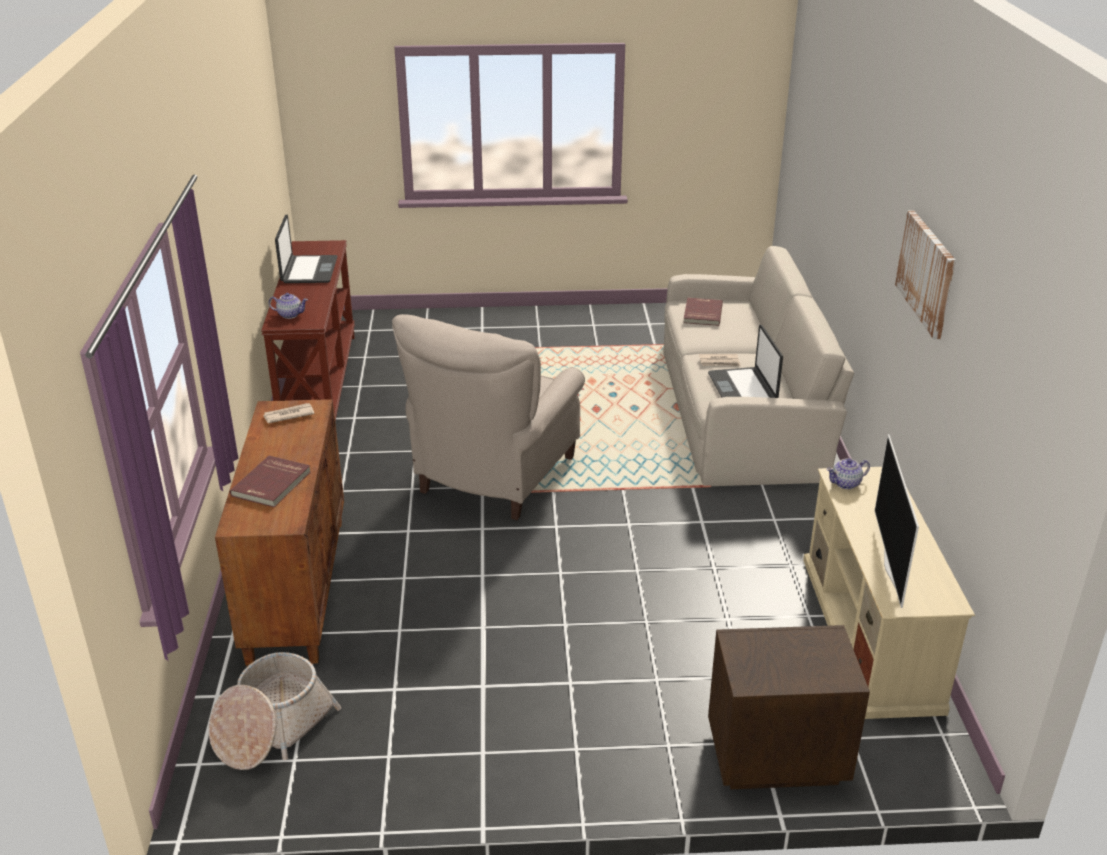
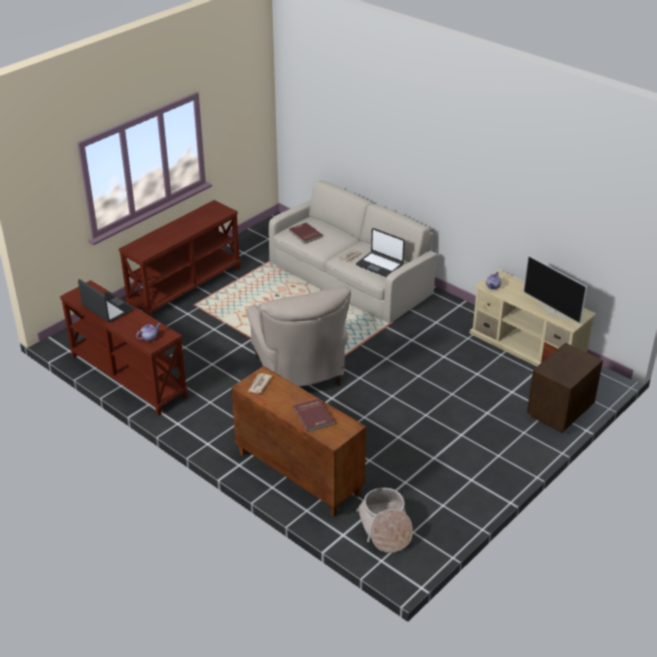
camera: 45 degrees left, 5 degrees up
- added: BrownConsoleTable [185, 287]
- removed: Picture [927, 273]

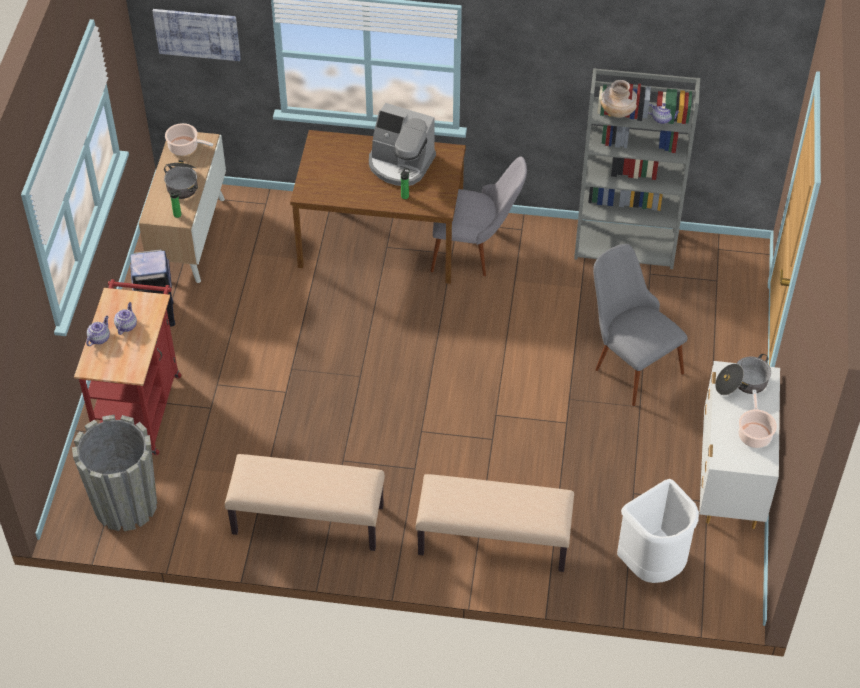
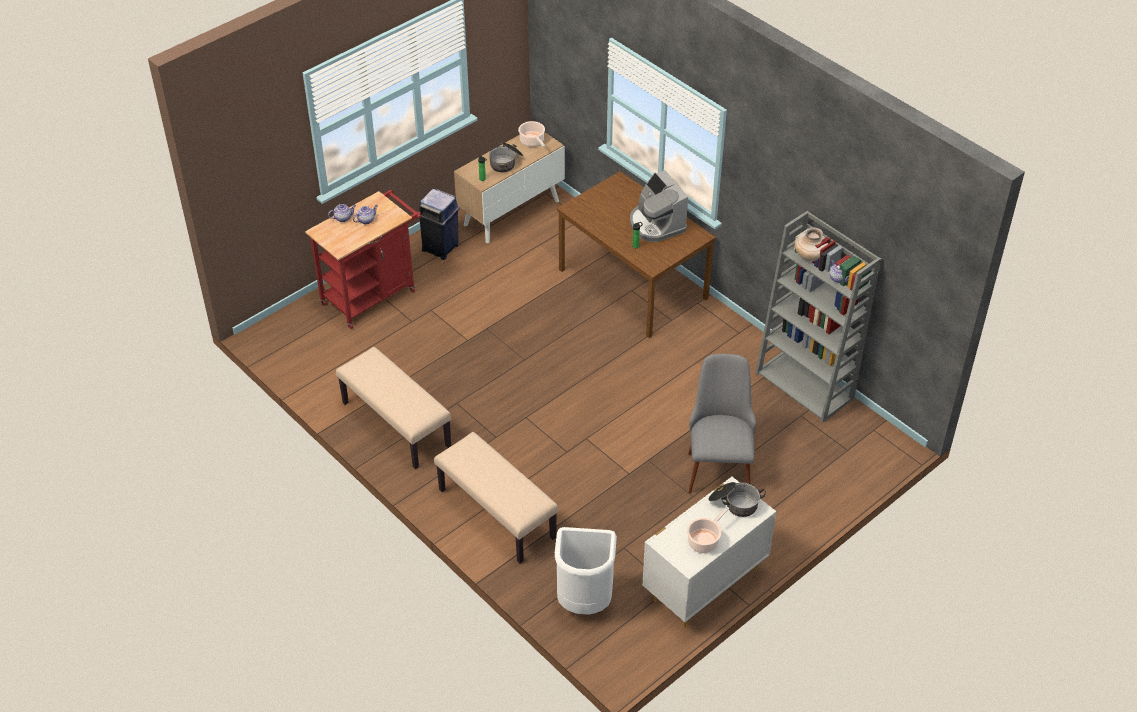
camera: 40 degrees right, 5 degrees down
- removed: GreyPlanter [125, 505]
- removed: Picture [197, 33]
- removed: GreyChair [475, 251]

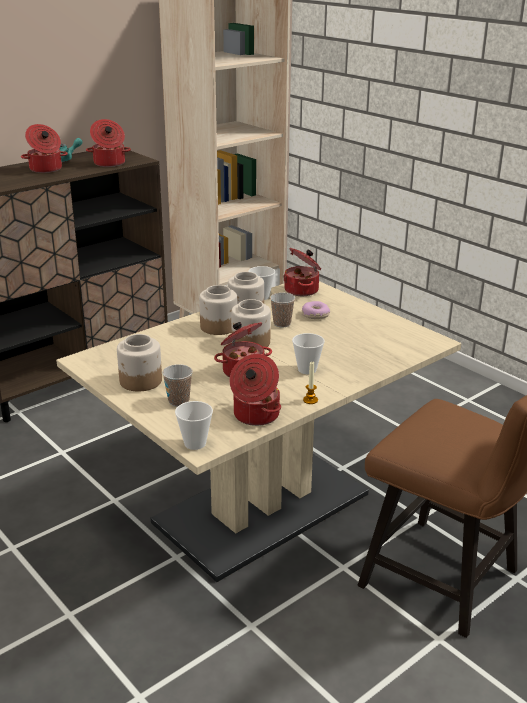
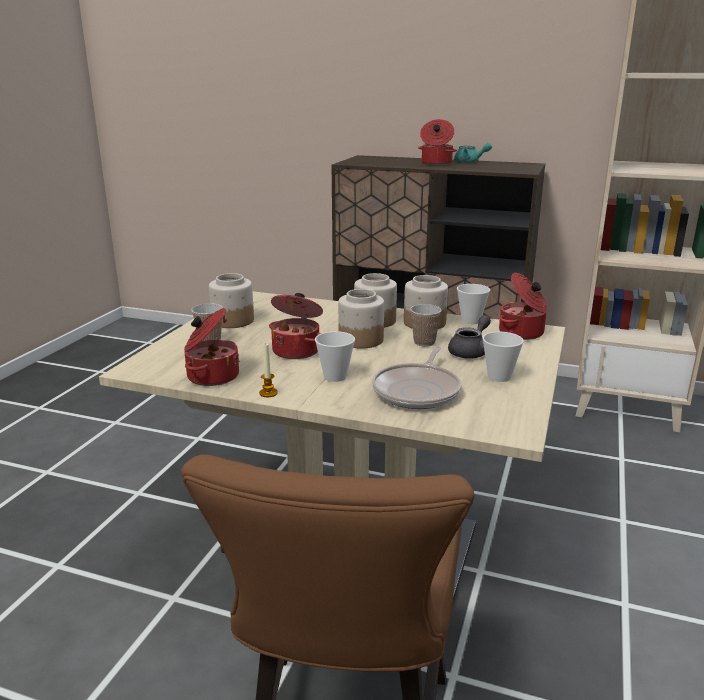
camera: 60 degrees right, 5 degrees down
- added: FryingPan [418, 391]
- replaced: Donut [315, 315] to GreyTeapot [471, 351]
- moved: Cup [195, 443] to [499, 377]
- removed: CookingPot [109, 163]

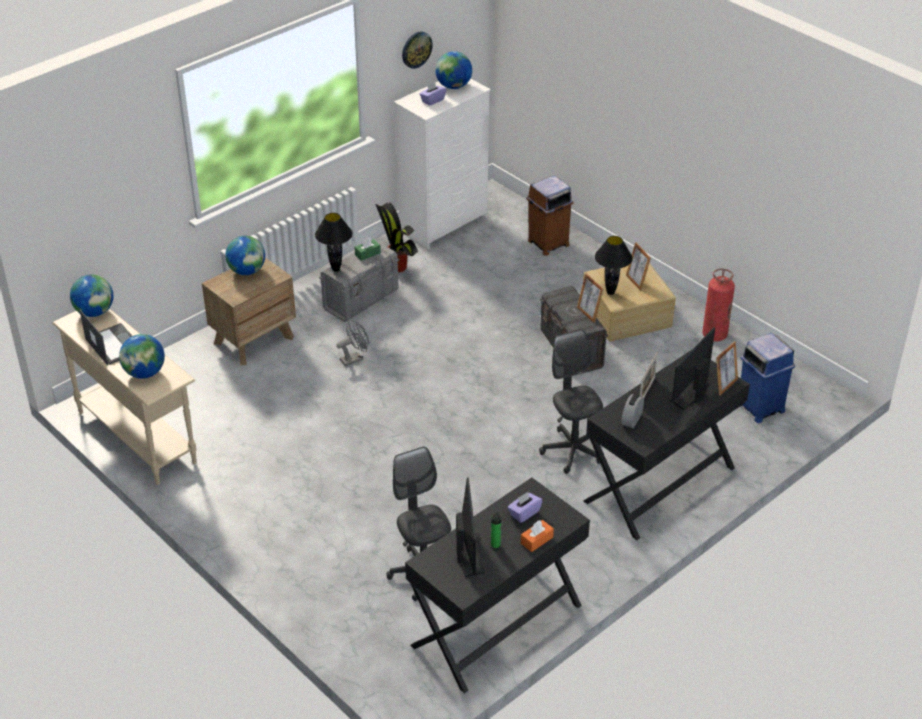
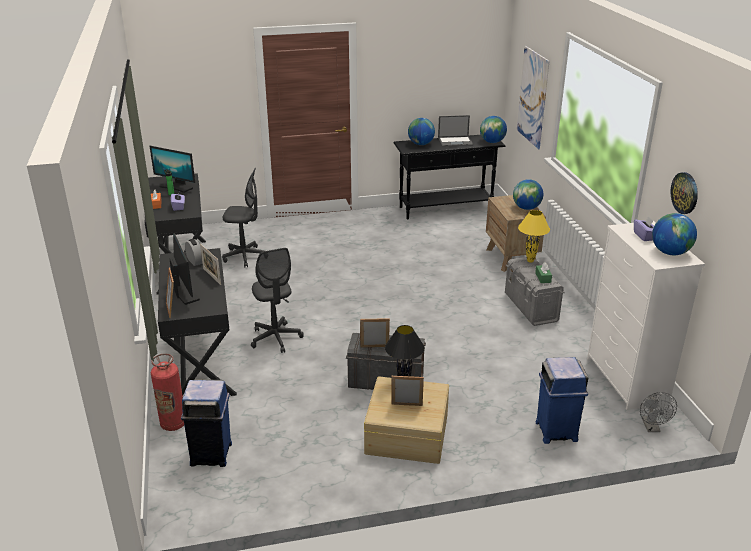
camera: 120 degrees right, 10 degrees down
- moved: FireExtinguisher [714, 335] to [173, 424]
- turned: GreyOfficeChair [572, 451] = [276, 338] 60 degrees clockwise
- recoloured: BeigeConsoleTable [137, 436] to BlackConsoleTable [446, 209]
- added: Picture [532, 97]
- recoloured: BlackTableLamp [335, 269] to YellowTableLamp [530, 261]
- recoloured: BrownTrashCan [547, 243] to BlueTrashCan [556, 430]
- moved: GreyFan [354, 358] to [652, 428]
- removed: PottedPlant [398, 268]

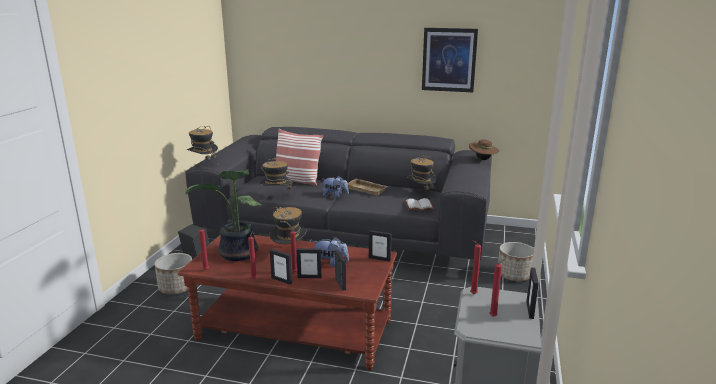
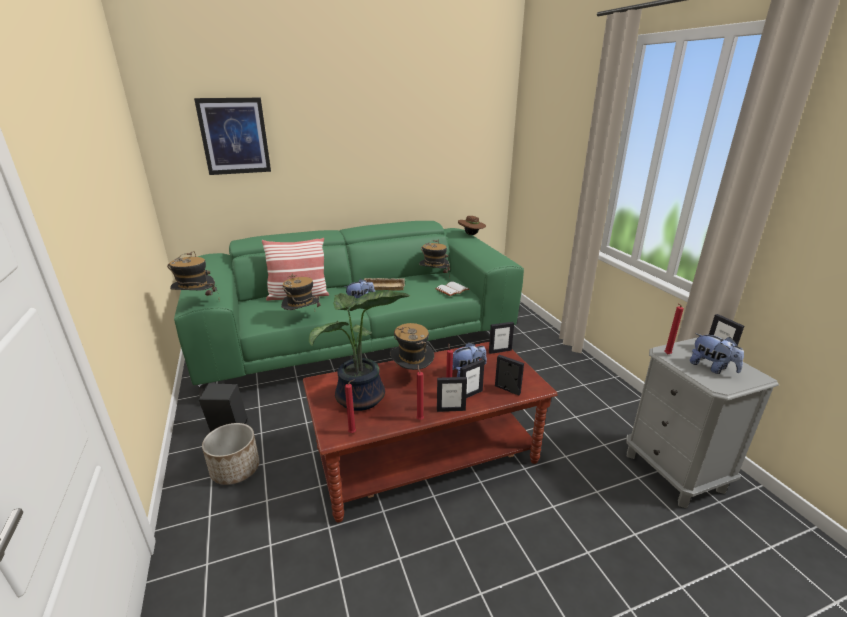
camera: 35 degrees left, 5 degrees up
- recoloured: GreySofa [345, 235] to GreenSofa [358, 340]
- moved: Picture [449, 60] to [234, 136]
- replaced: RedCandle [494, 316] to PlushToy [712, 368]
- removed: Planter [514, 275]

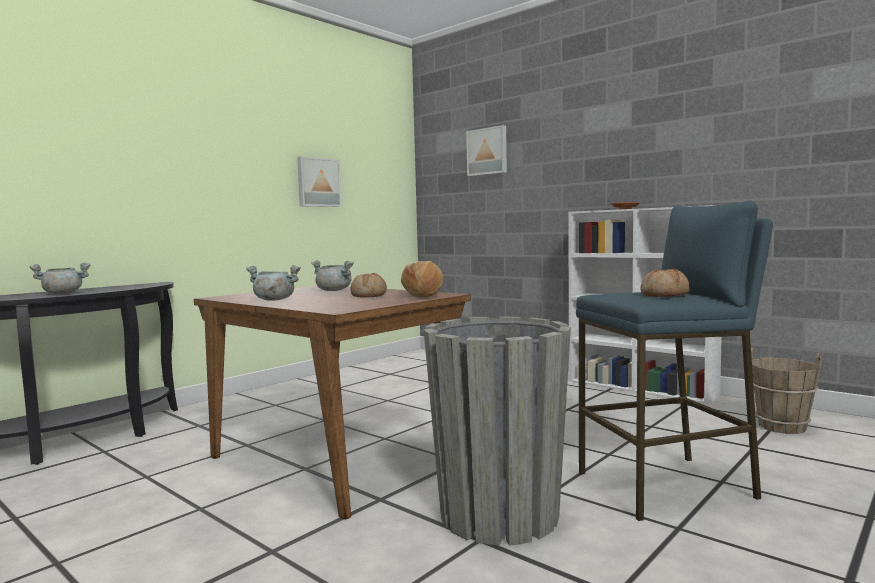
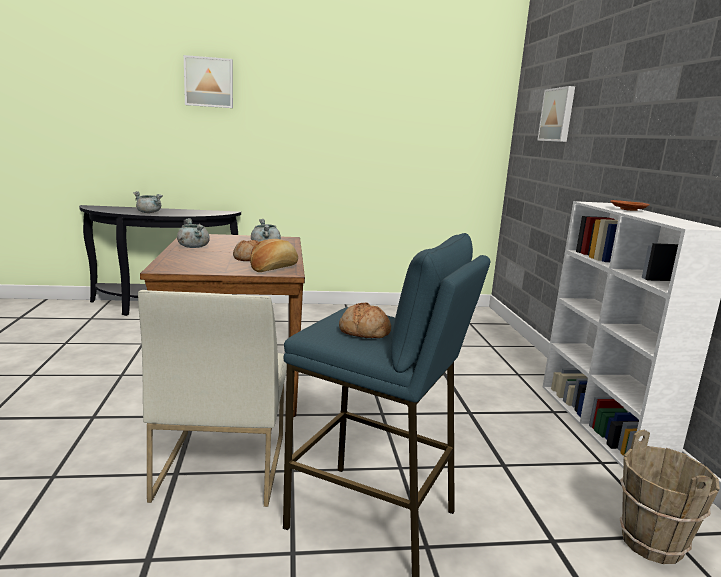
camera: 40 degrees right, 10 degrees up
- replaced: GreyPlanter [499, 515] to WhiteChair [221, 465]
- moved: Picture [318, 182] to [209, 82]

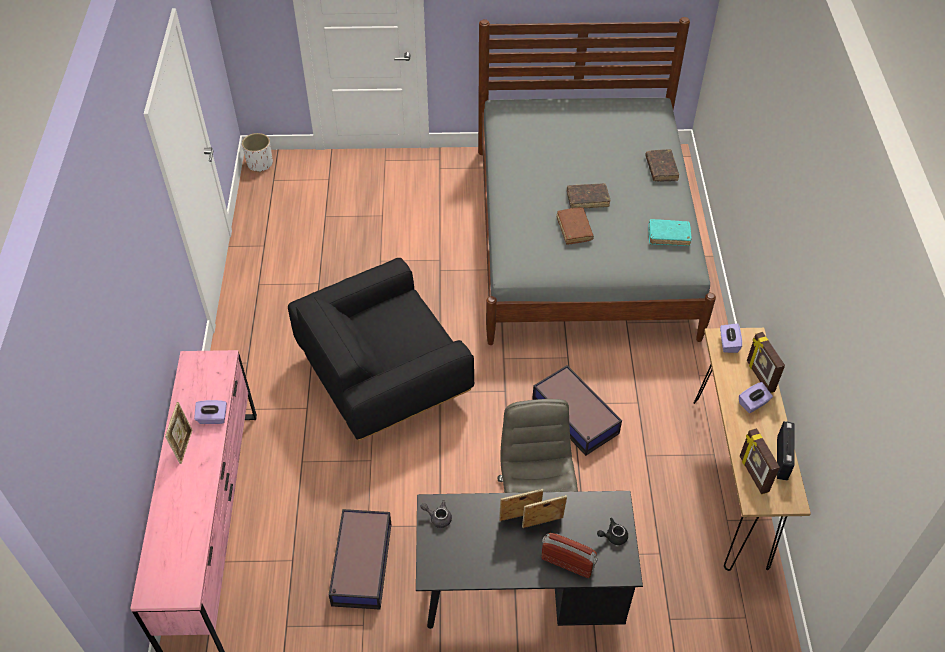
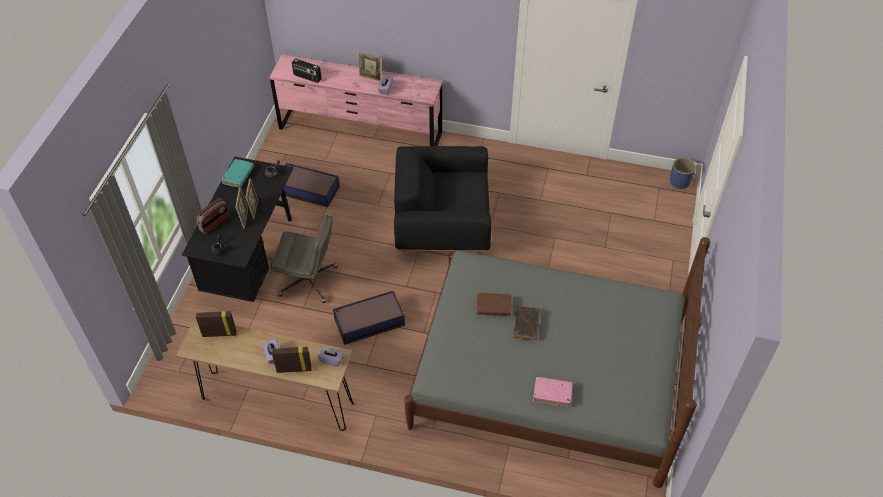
camera: 105 degrees right, 0 degrees up
- moved: TurquoiseBook [668, 236] to [238, 176]
- moved: Radio [782, 458] to [307, 77]
- turned: BlackArmchair [384, 377] = [442, 222] 75 degrees counterclockwise
- recoloured: BrownBook [661, 169] to PinkBook [552, 393]
- recoloured: WhitePlanter [260, 163] to BluePlanter [679, 182]

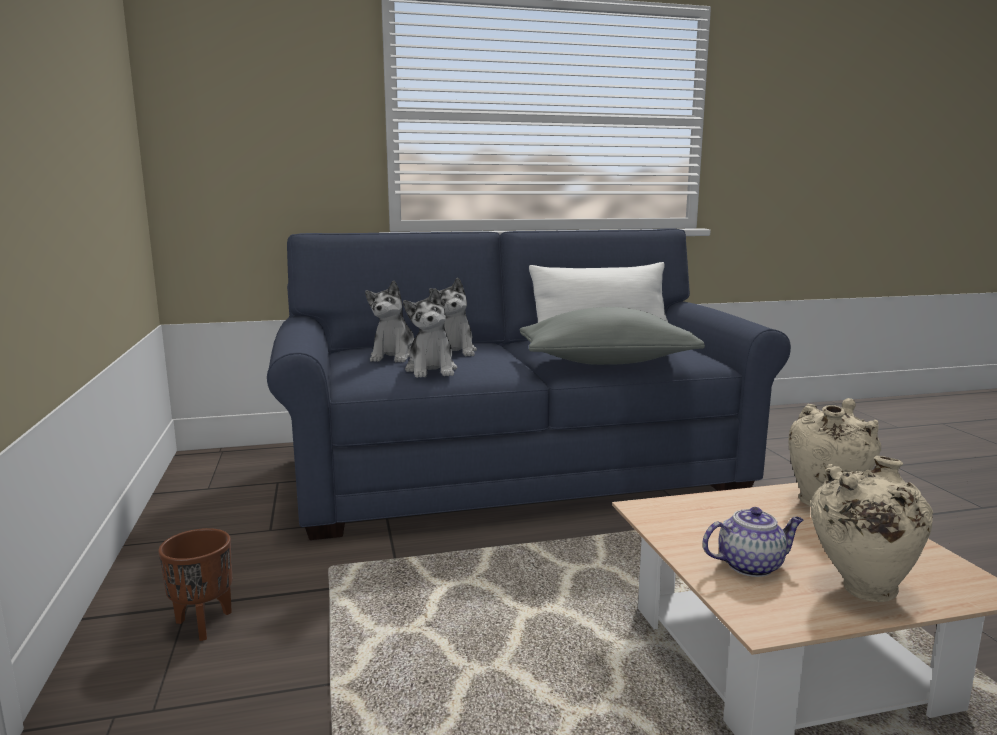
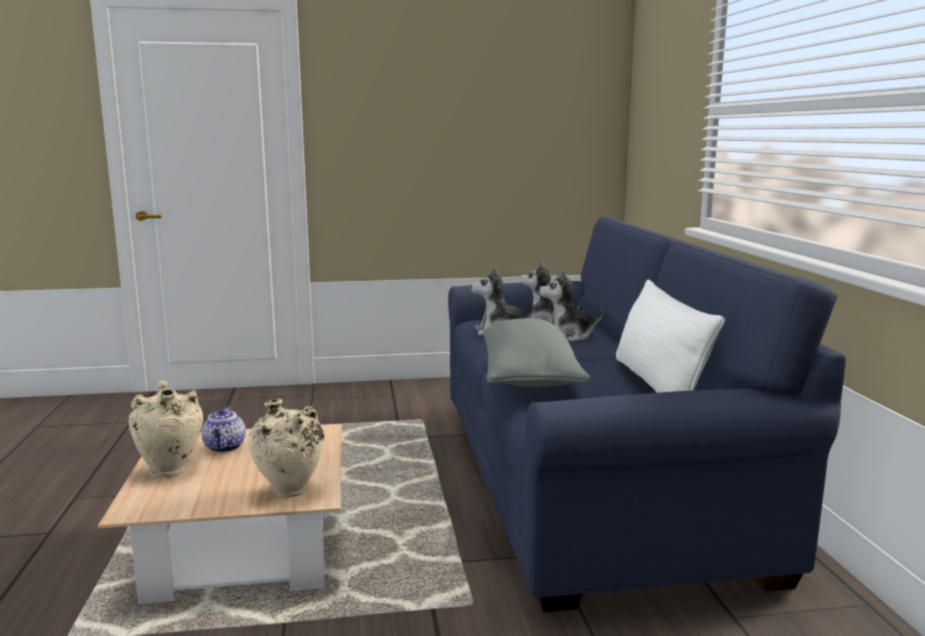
camera: 95 degrees right, 0 degrees up
- removed: BrownPlanter [203, 624]

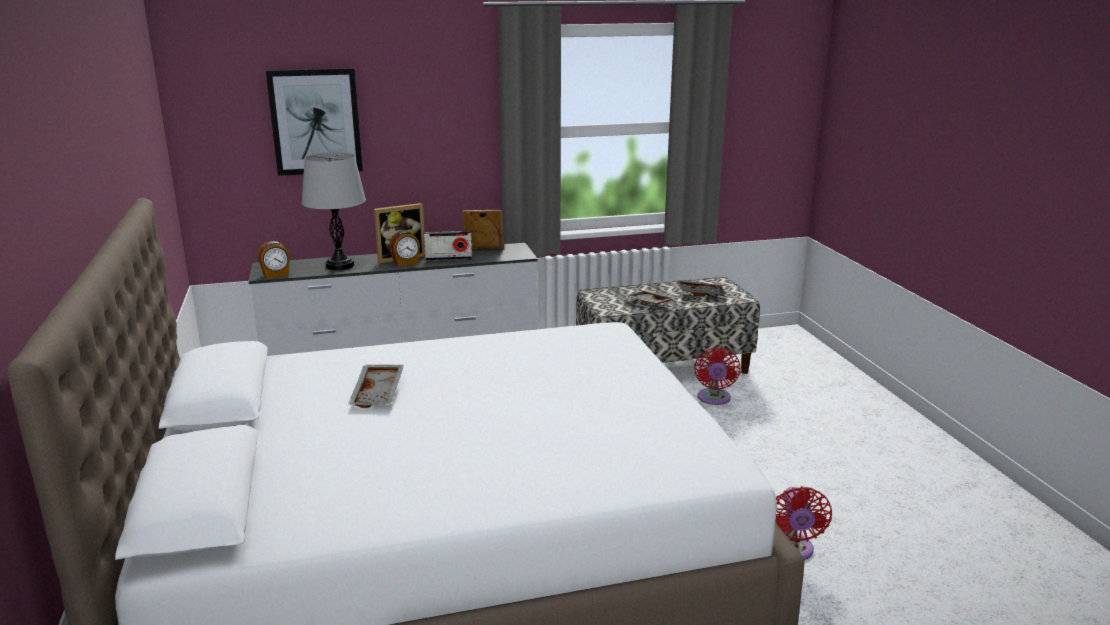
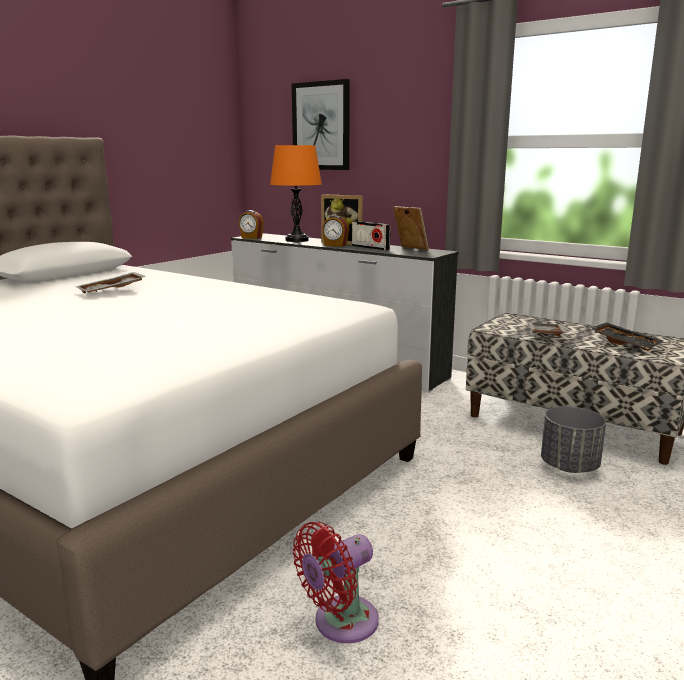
camera: 50 degrees right, 5 degrees down
- recoloured: GreyTableLamp [340, 265] to OrangeTableLamp [297, 240]
- replaced: RedFan [714, 399] to GreyPlanter [570, 467]

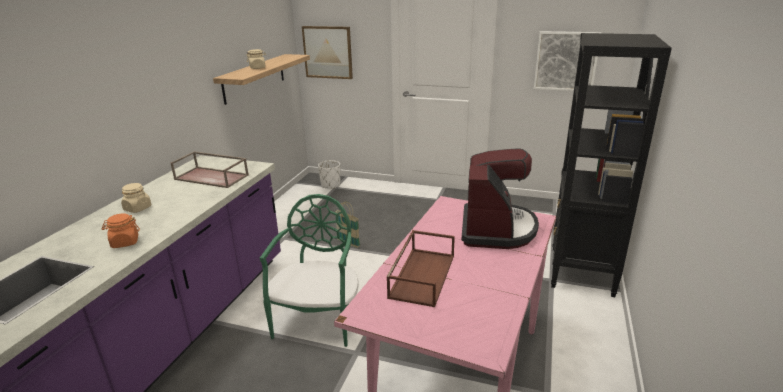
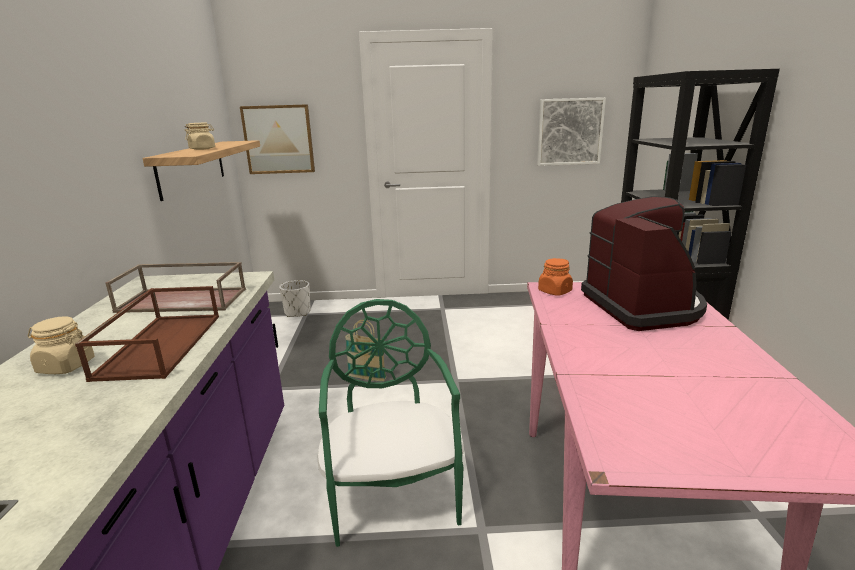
camera: 20 degrees left, 5 degrees down
- moved: BrownTray [421, 275] to [160, 344]
- moved: OrangeJar [125, 242] to [554, 291]

